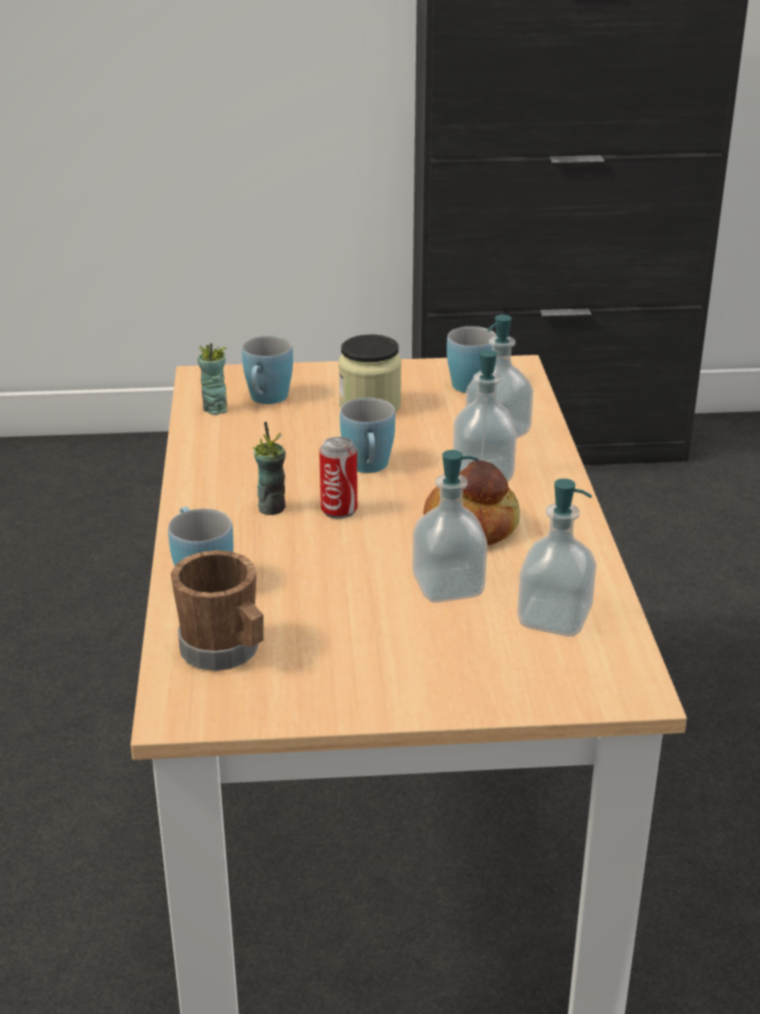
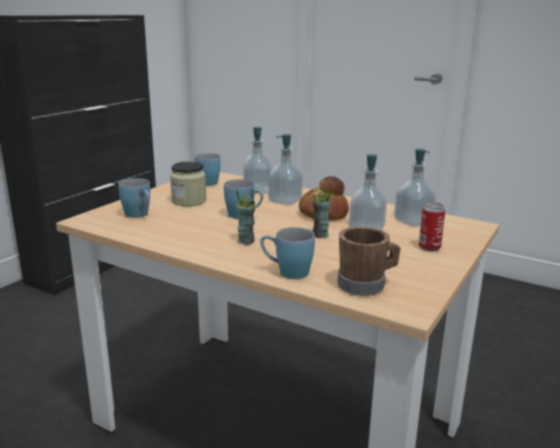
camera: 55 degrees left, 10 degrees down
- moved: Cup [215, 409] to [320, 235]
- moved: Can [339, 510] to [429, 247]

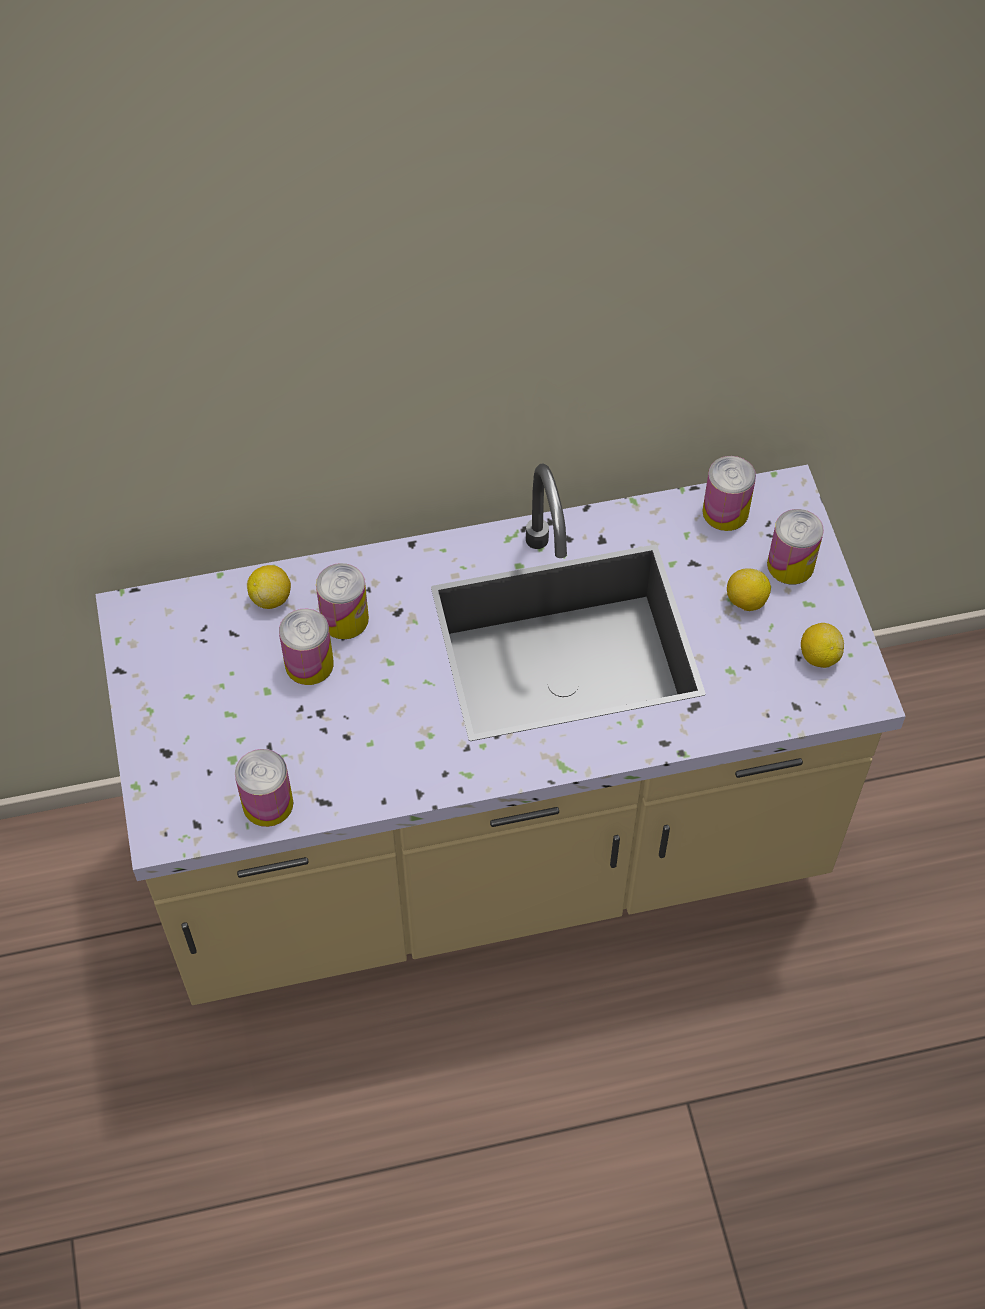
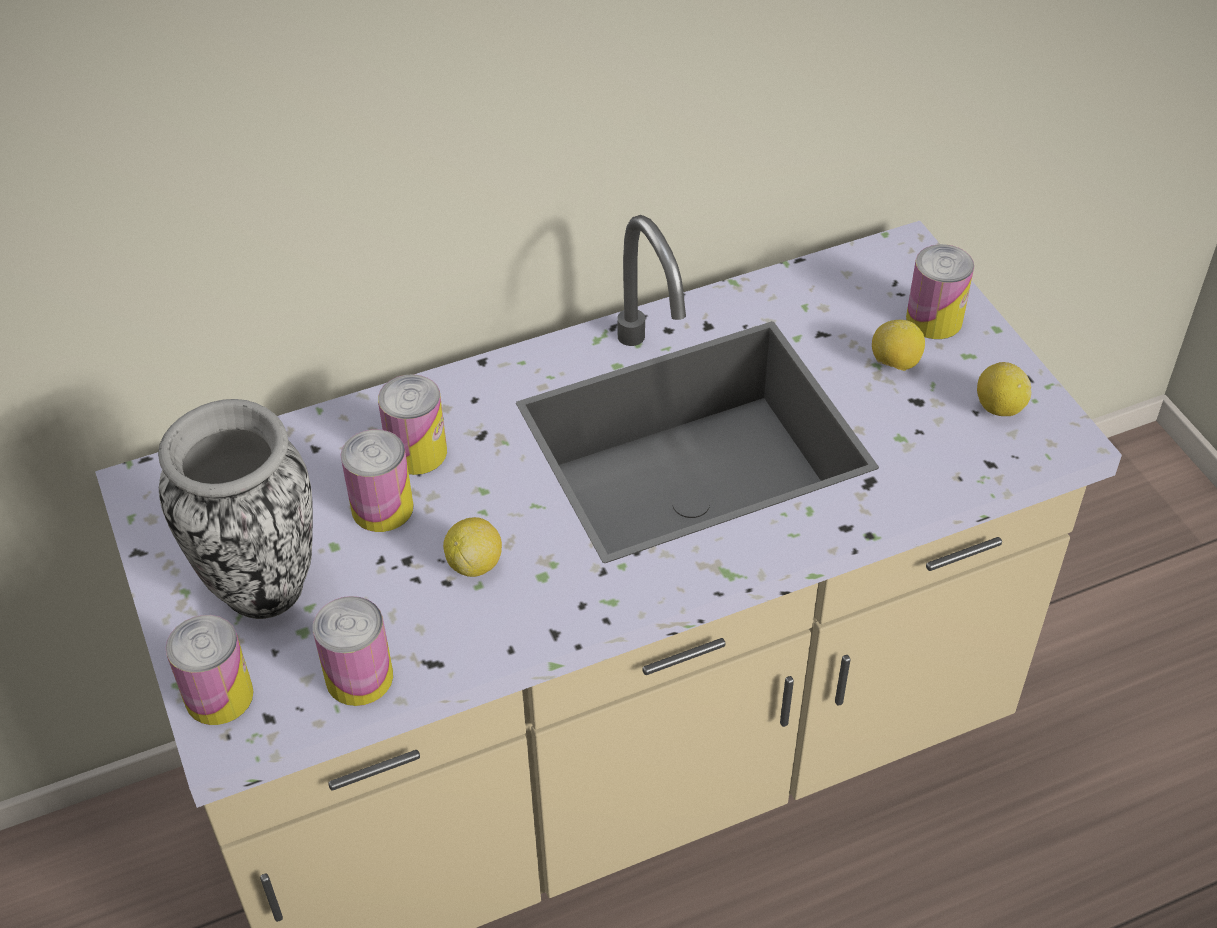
camera: 10 degrees left, 10 degrees down
- added: Vase [261, 588]
- moved: Can [725, 512] to [219, 696]
- moved: Lemon [271, 598] to [474, 564]

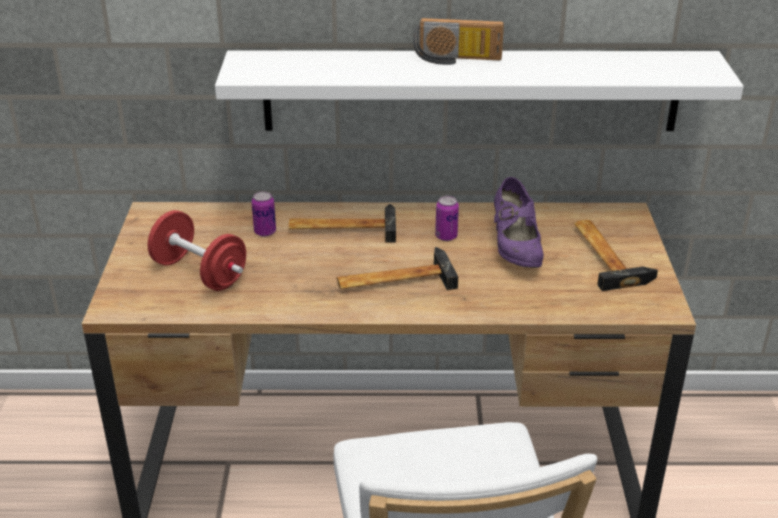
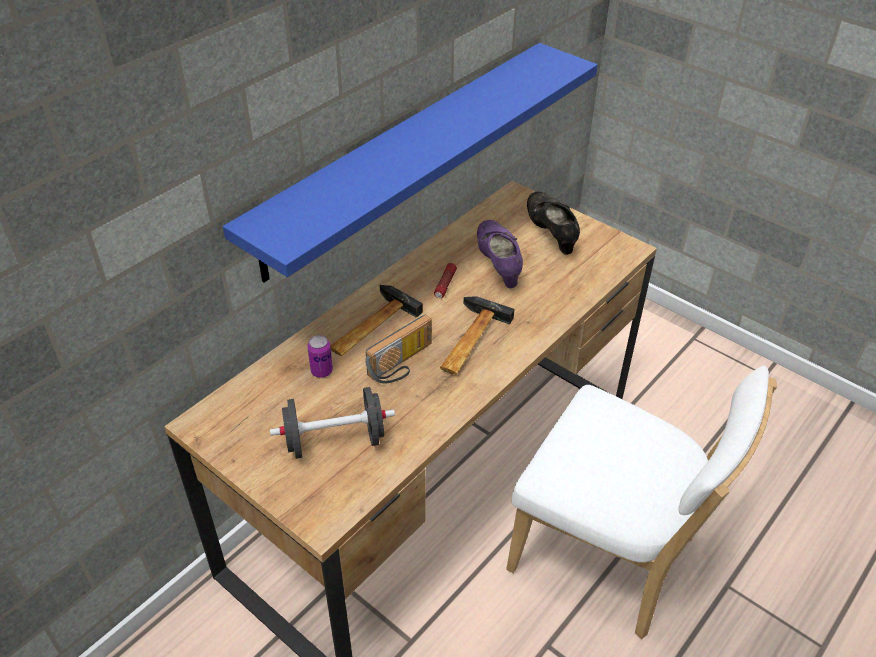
camera: 50 degrees left, 10 degrees up
- recoloured: WhiteShelf [471, 90] to BlueShelf [404, 156]
- recoloured: RedDumbbell [199, 273] to BlackDumbbell [335, 441]
- moved: Radio [456, 59] to [402, 364]
- replaced: Can [446, 236] to Flashlight [445, 285]
- turned: PurpleShoe [515, 249] = [498, 265] 135 degrees counterclockwise
- replaced: Hammer [606, 256] to BlackShoe [551, 234]

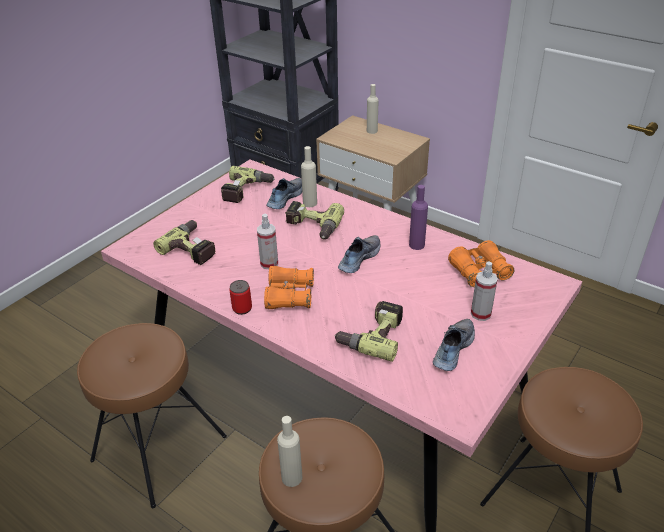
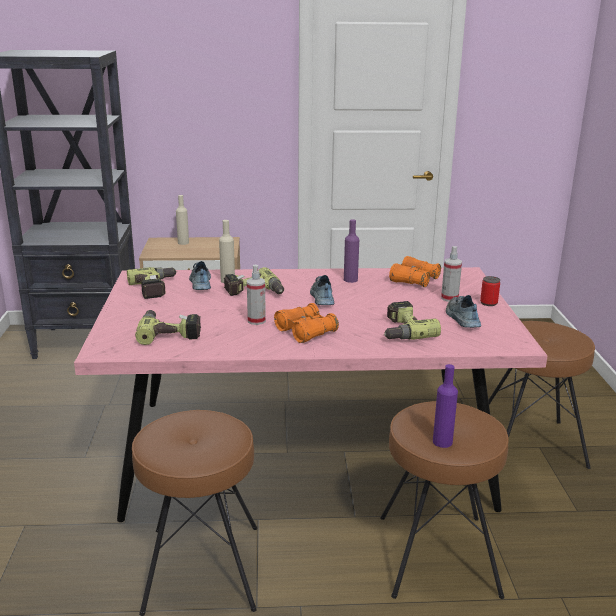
camera: 40 degrees left, 15 degrees down
- recoloured: BeigeBottle [292, 477] to PurpleBottle [442, 442]
- moved: Can [242, 308] to [488, 303]

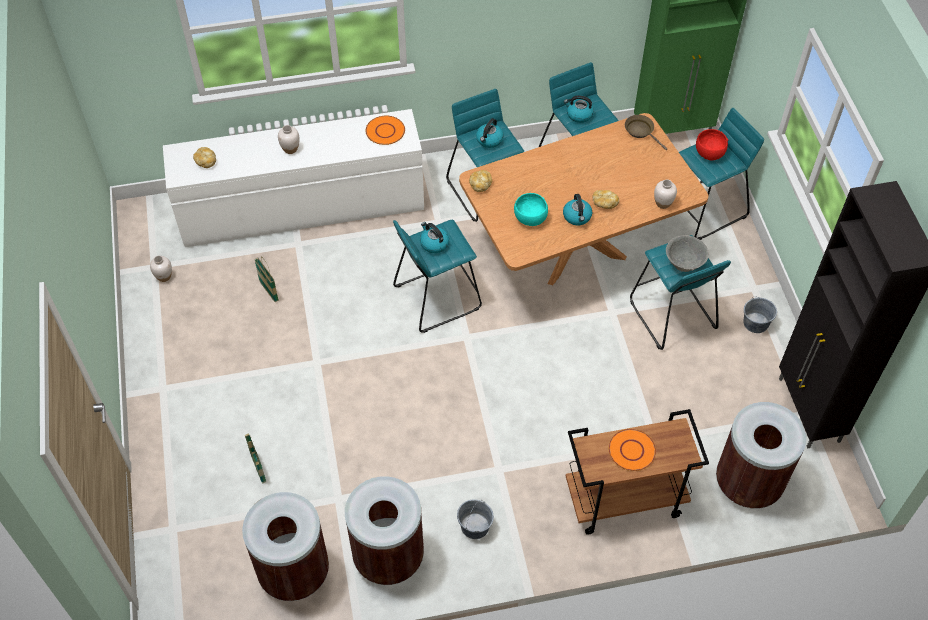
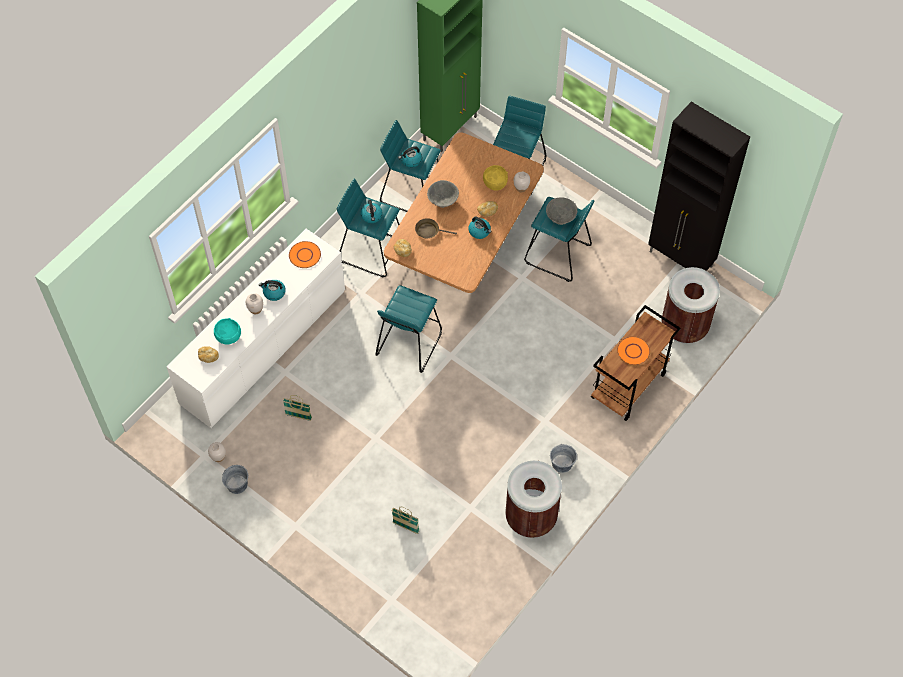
camera: 40 degrees left, 5 degrees up
- moved: TurquoiseBowl [530, 218] to [228, 336]
- moved: GreyBucket [756, 323] to [237, 484]
- moved: Kettle [434, 243] to [274, 293]
- moved: BrownFryingPan [641, 131] to [429, 231]
- added: GreyBowl [443, 201]
- added: YellowBowl [495, 183]
- removed: BrownTrashCan [294, 572]
- removed: RedBowl [709, 153]

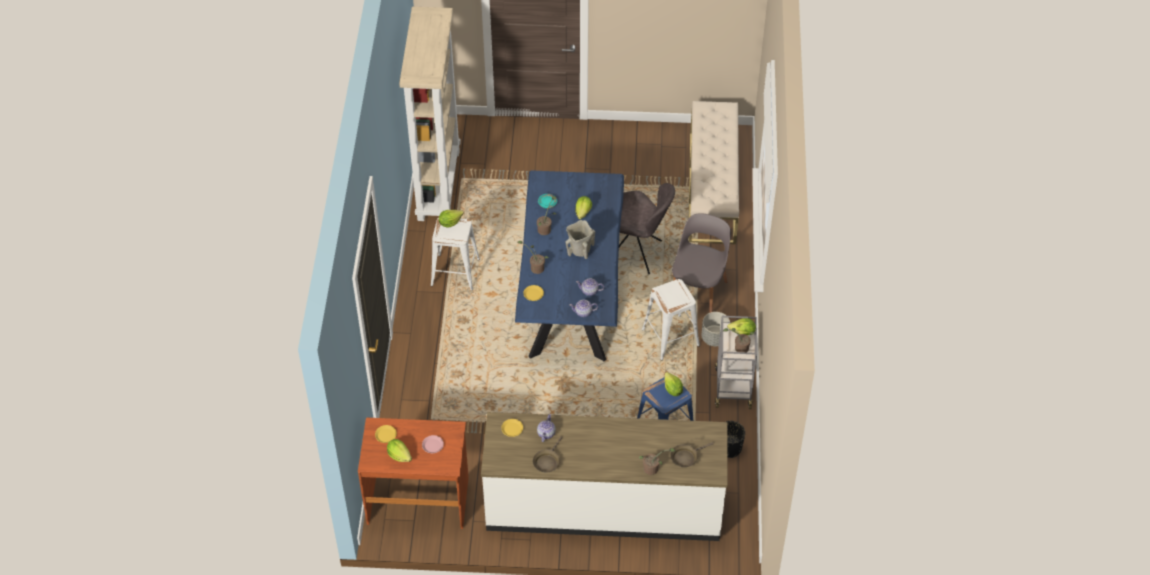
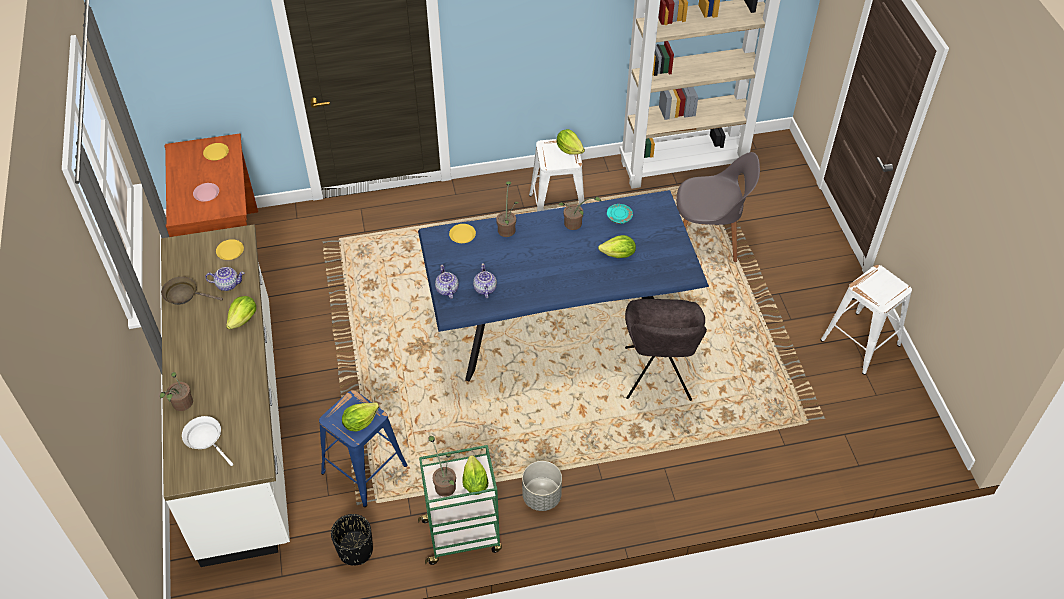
camera: 75 degrees right, 0 degrees up
- recoloured: BrownFryingPan [686, 457] to WhiteFryingPan [206, 439]
- moved: Lettuce [399, 455] to [243, 319]
- recoloured: GreyCart [733, 386] to GreenCart [462, 535]
- moved: GreyChair [698, 292] to [707, 238]
- moved: WhiteStool [671, 337] to [861, 343]
- removed: BeigeVase [579, 251]
- removed: BeigeBench [712, 187]

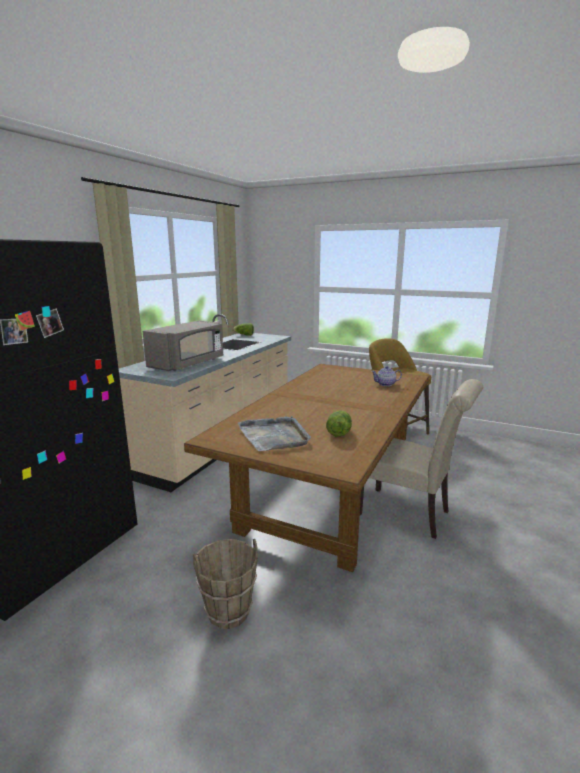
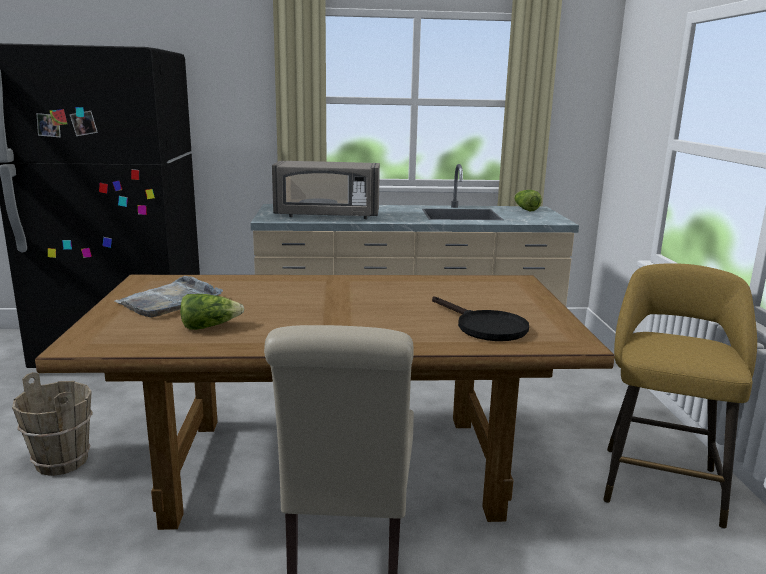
camera: 60 degrees right, 0 degrees up
- replaced: Teapot [386, 384] to BlackFryingPan [484, 327]

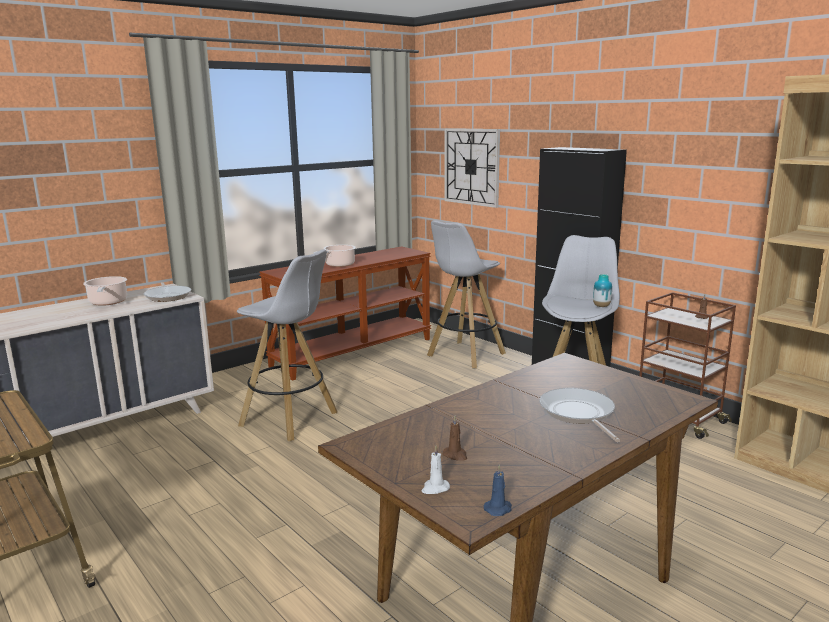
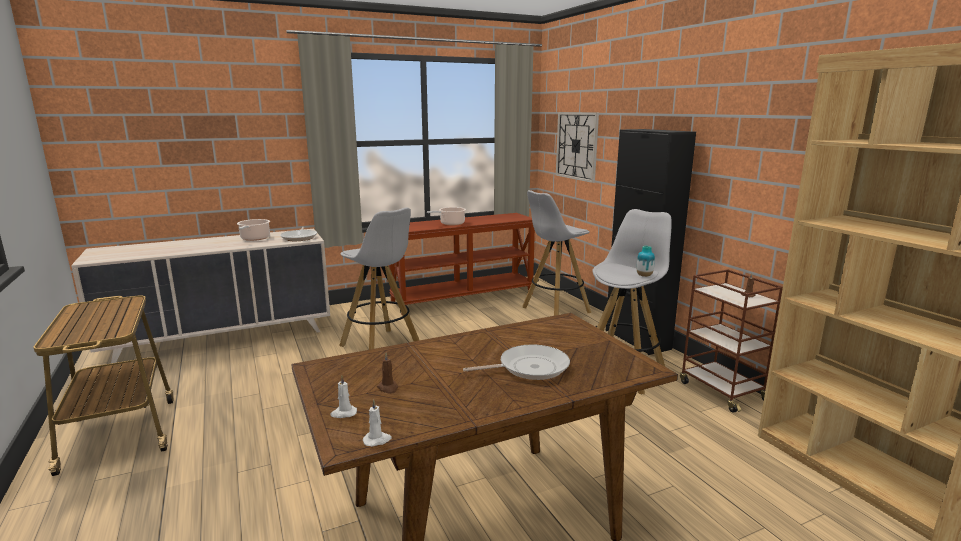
camera: 15 degrees right, 0 degrees up
- recoloured: BlueCandle [498, 509] to WhiteCandle [377, 440]
- turned: FryingPan [578, 414] = [529, 367] 75 degrees clockwise

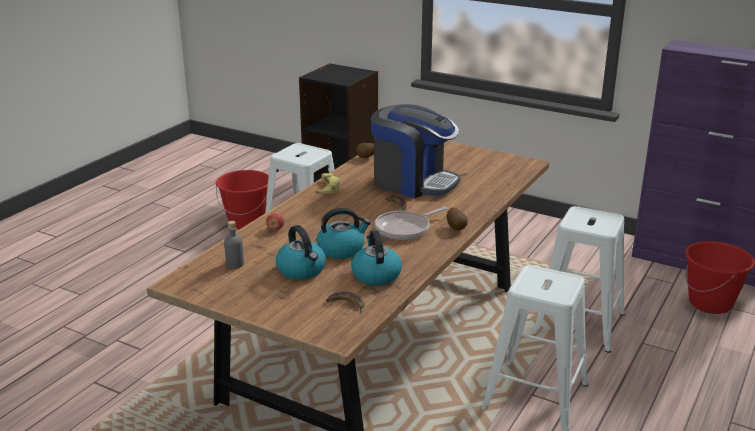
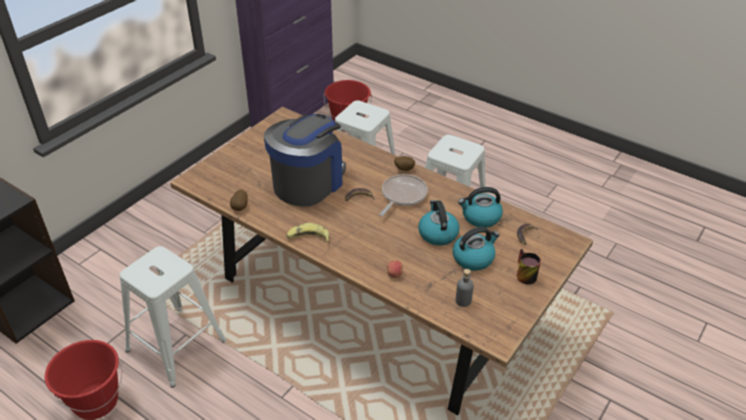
camera: 85 degrees left, 15 degrees up
- turned: FryingPan [405, 229] = [402, 195] 120 degrees counterclockwise
- added: Mug [523, 274]

